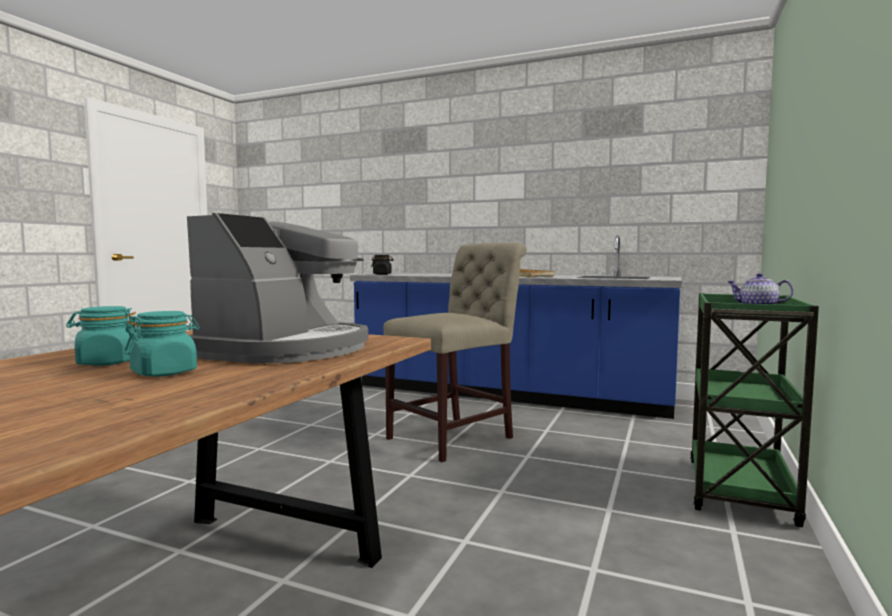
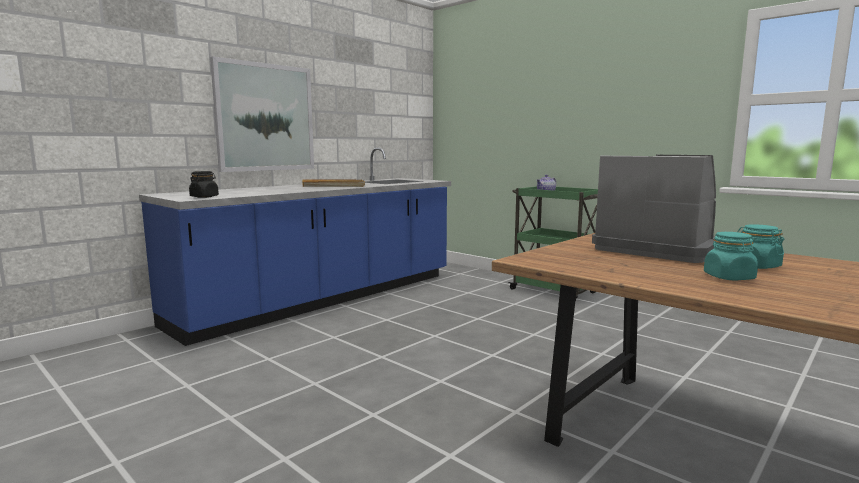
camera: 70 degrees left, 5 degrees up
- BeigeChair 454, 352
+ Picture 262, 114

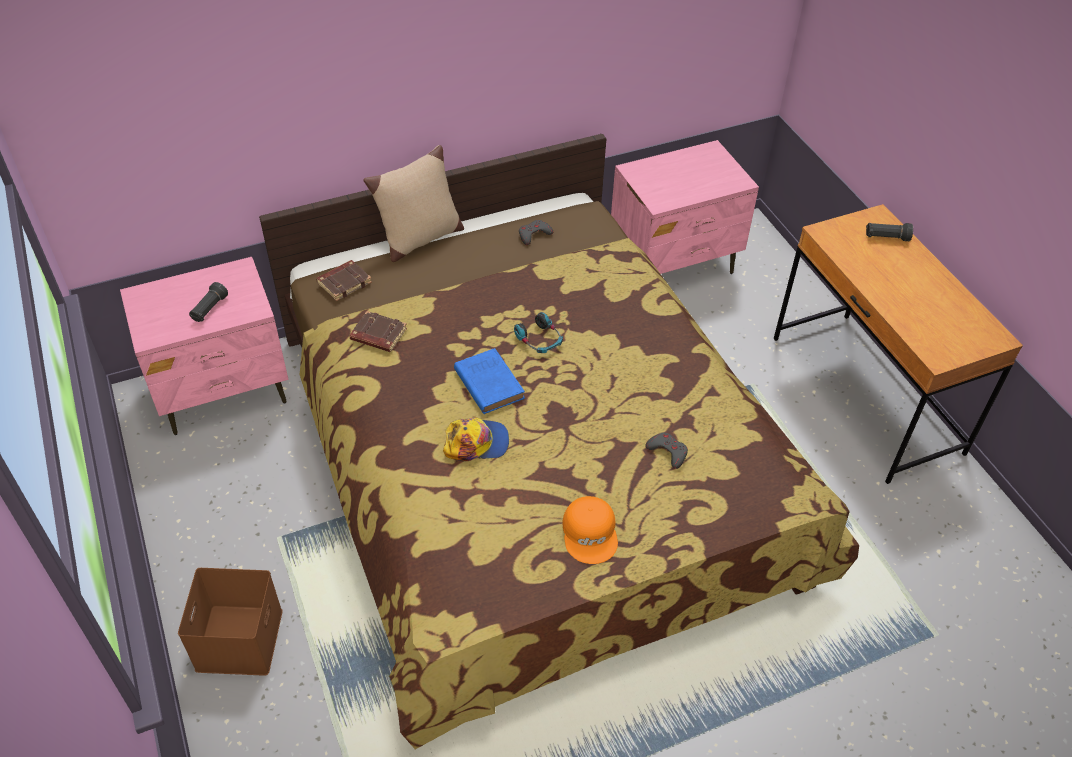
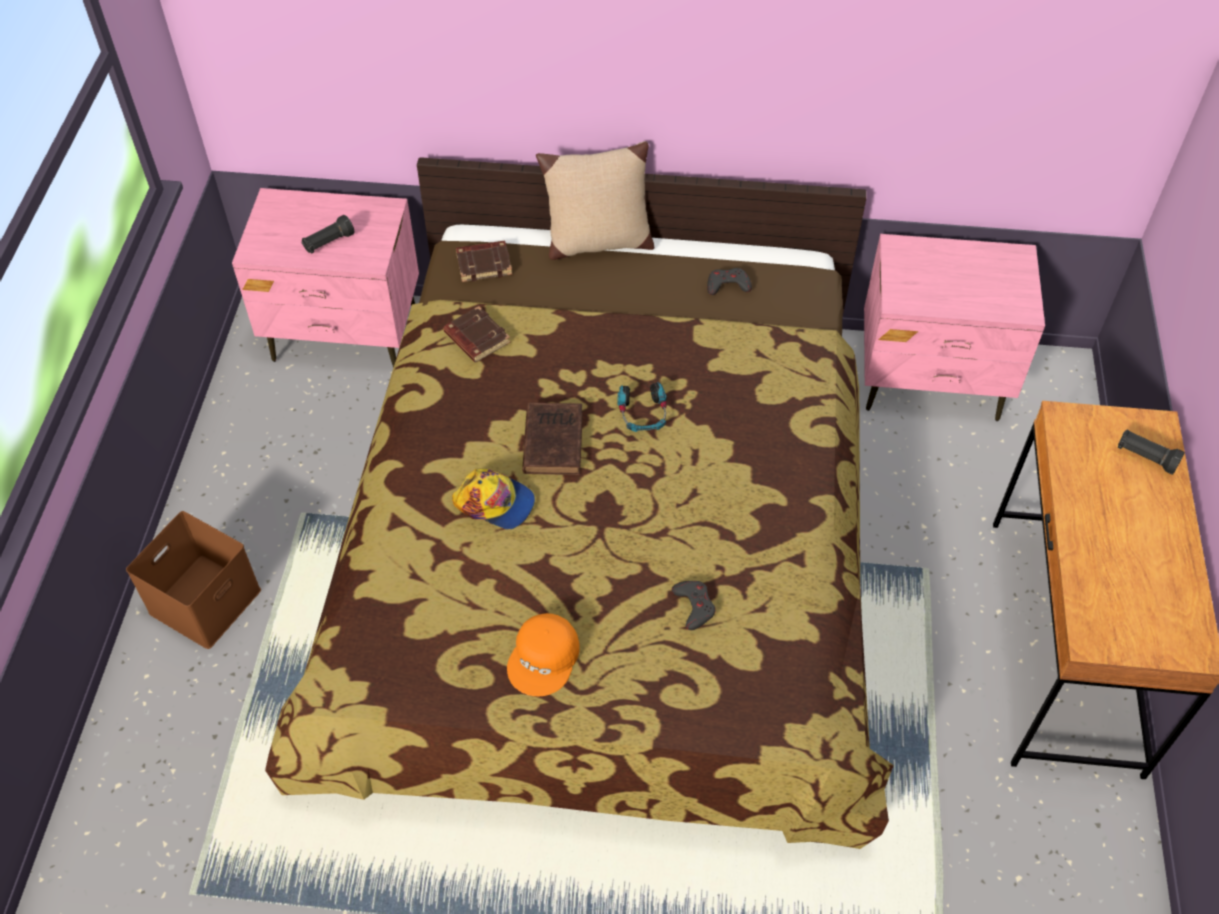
camera: 30 degrees right, 5 degrees up
~ BlueBook 489, 381 to BrownBook 552, 439

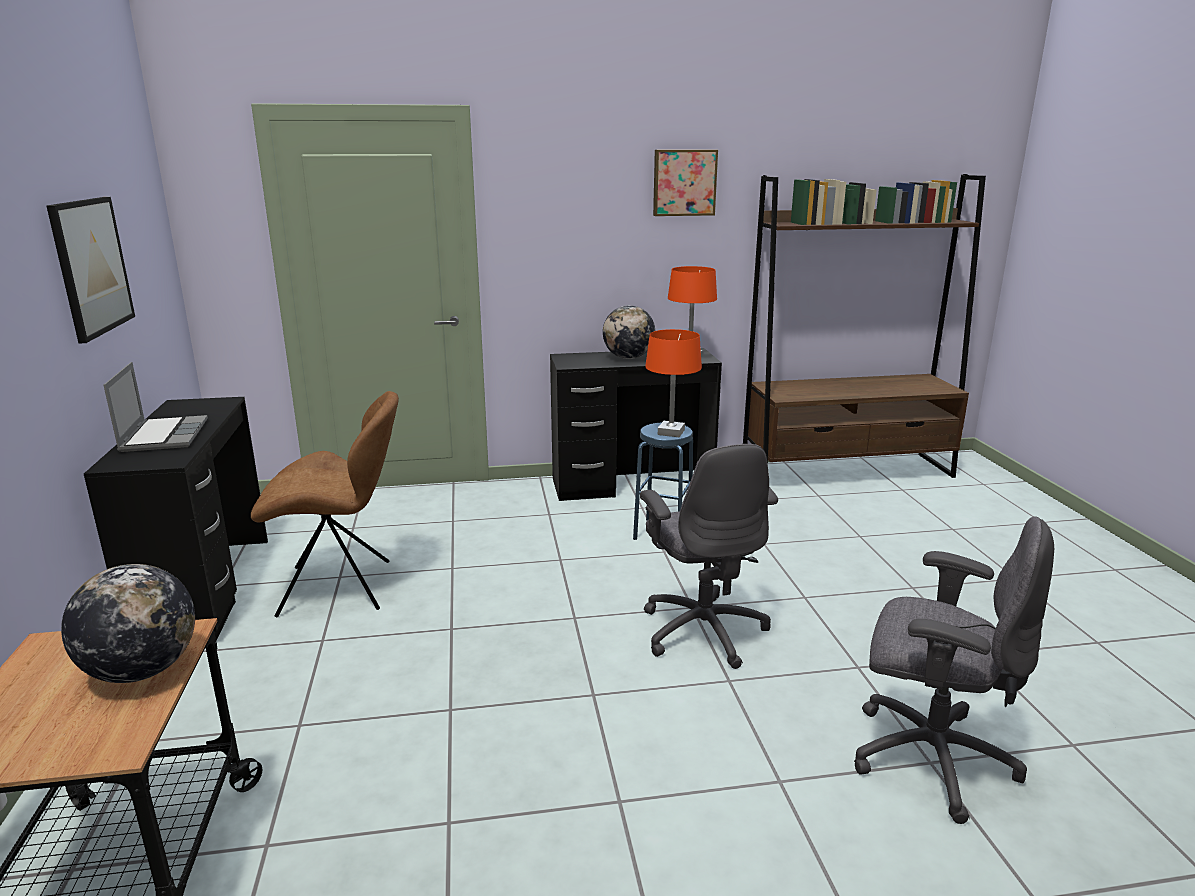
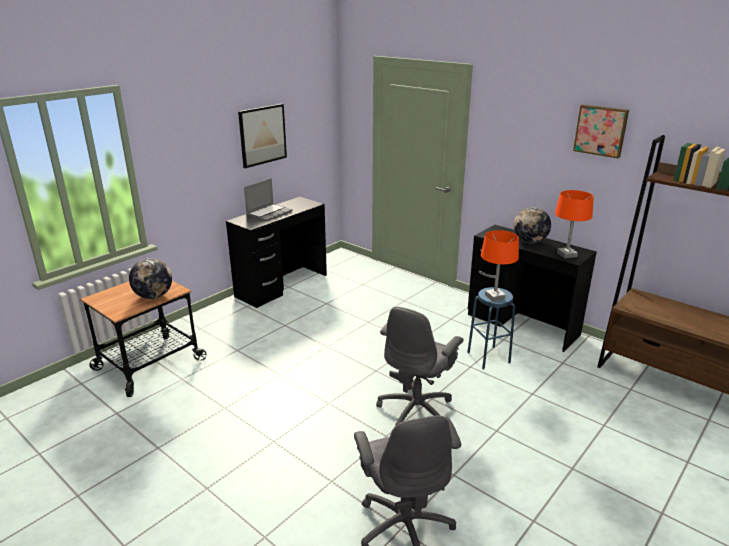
camera: 50 degrees right, 5 degrees up
- BrownChair 325, 504

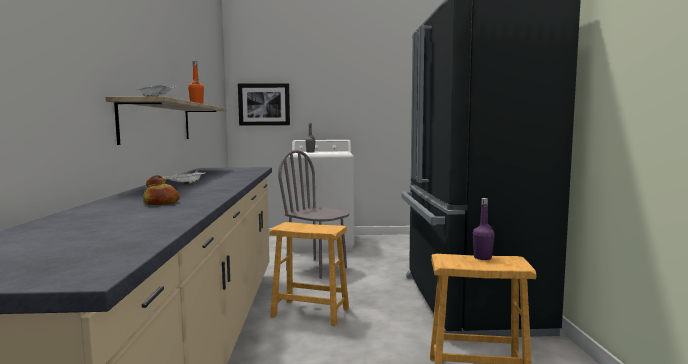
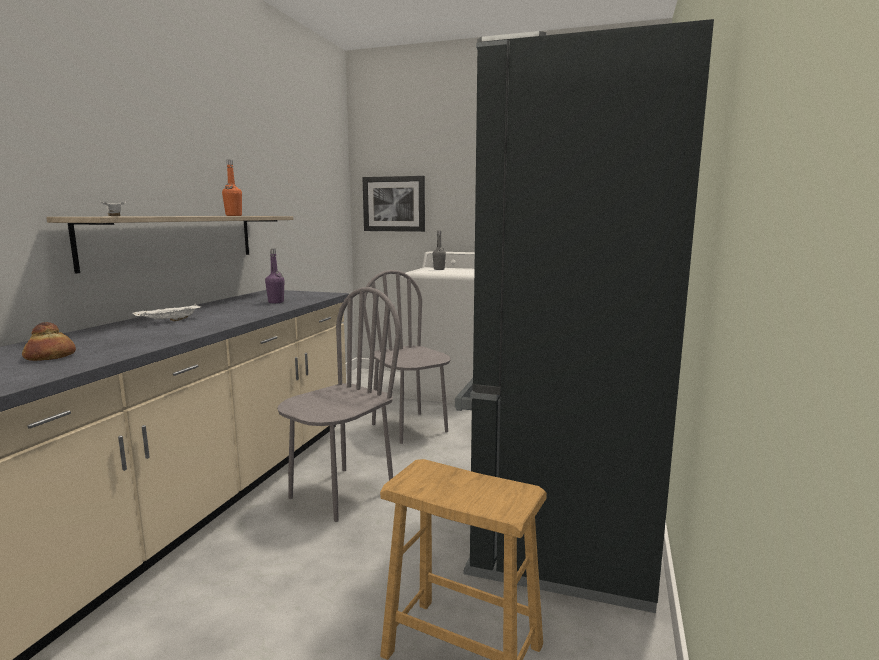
camera: 20 degrees right, 5 degrees up
~ PurpleBottle 484, 229 to 274, 276
~ BrownStool 309, 274 to GreyChair 339, 404

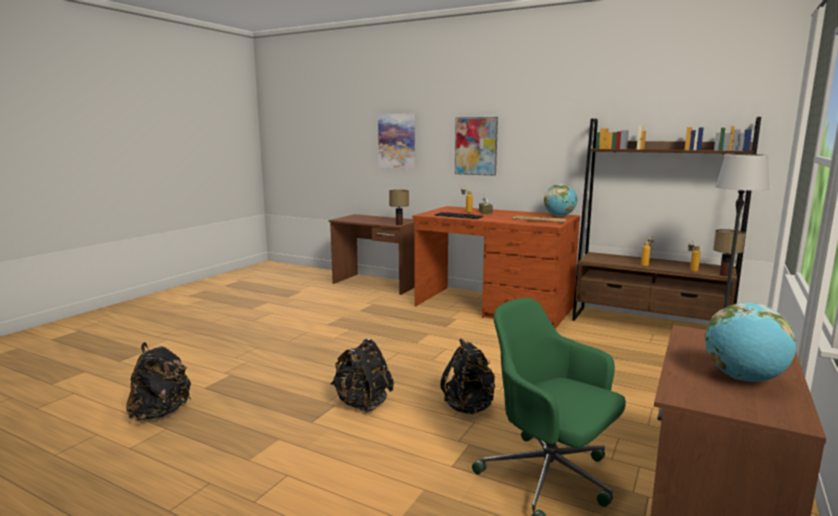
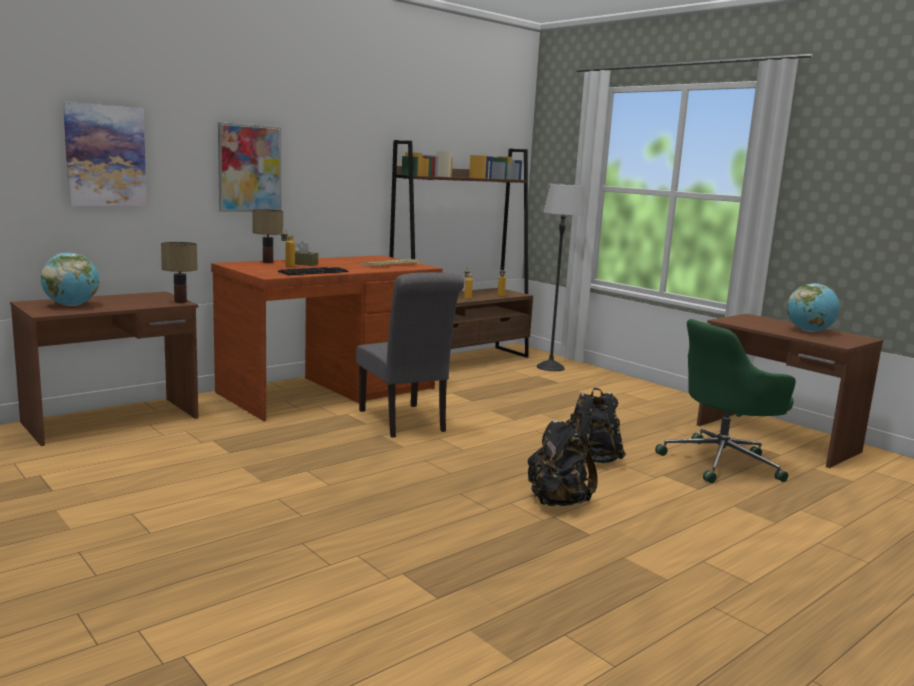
camera: 70 degrees left, 0 degrees up
~ Globe 560, 199 to 70, 279
~ TableLamp 729, 252 to 267, 236
- BlackBackpack 158, 381
+ GreyChair 410, 355

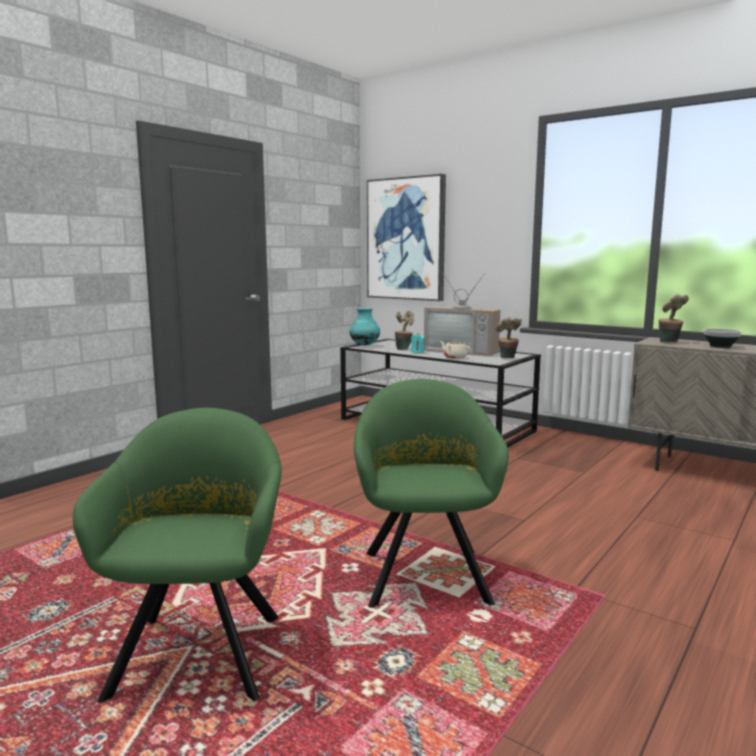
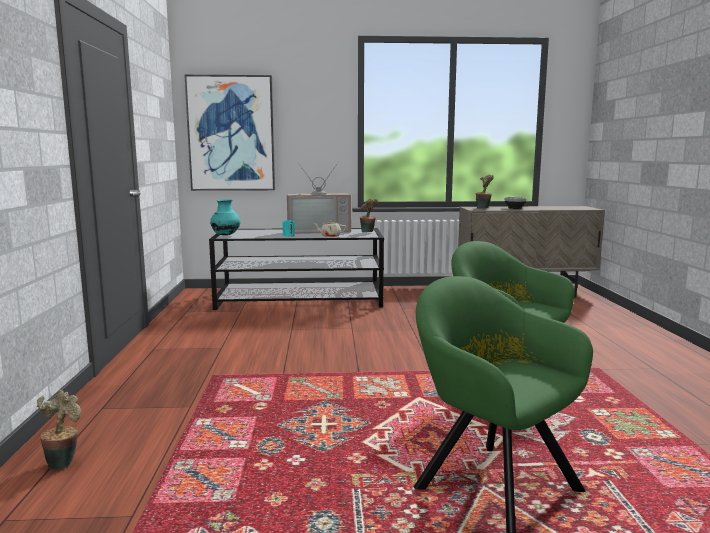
camera: 40 degrees left, 0 degrees up
~ PottedPlant 404, 330 to 59, 430

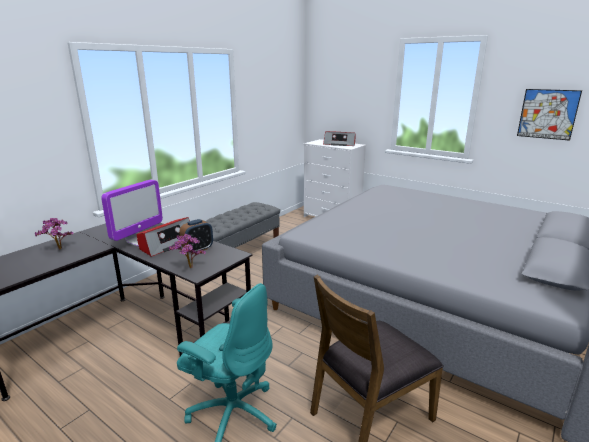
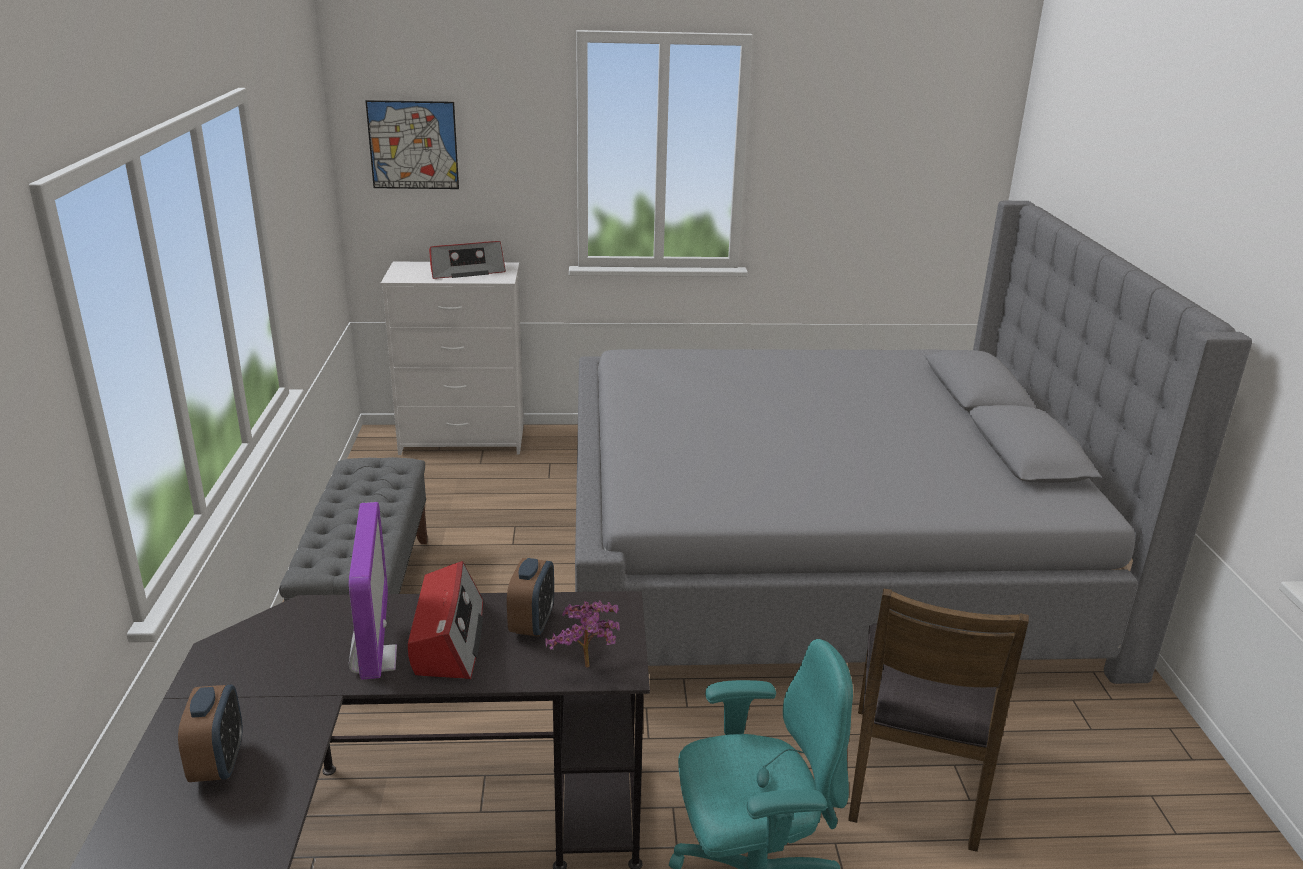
camera: 40 degrees left, 5 degrees up
~ Picture 549, 115 to 412, 144
~ PottedPlant 54, 234 to AlarmClock 210, 733

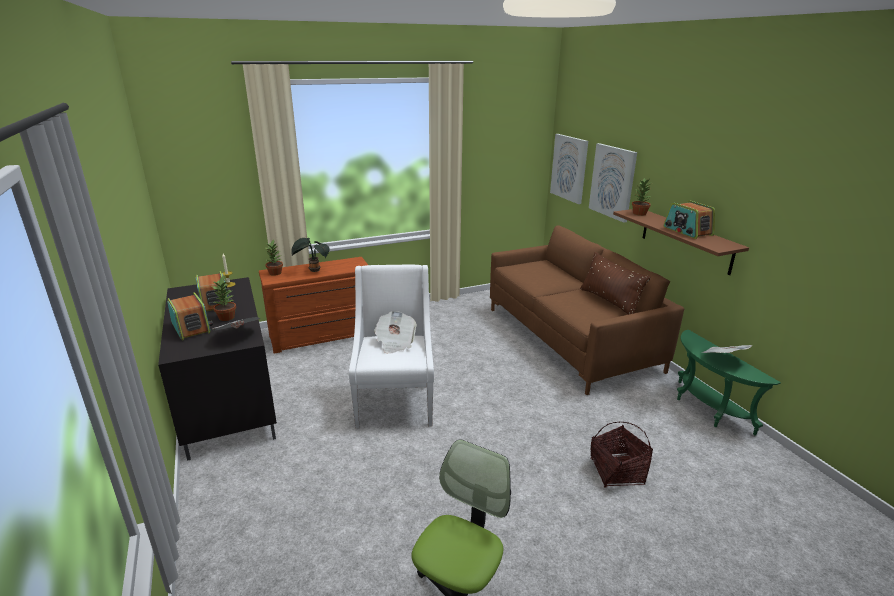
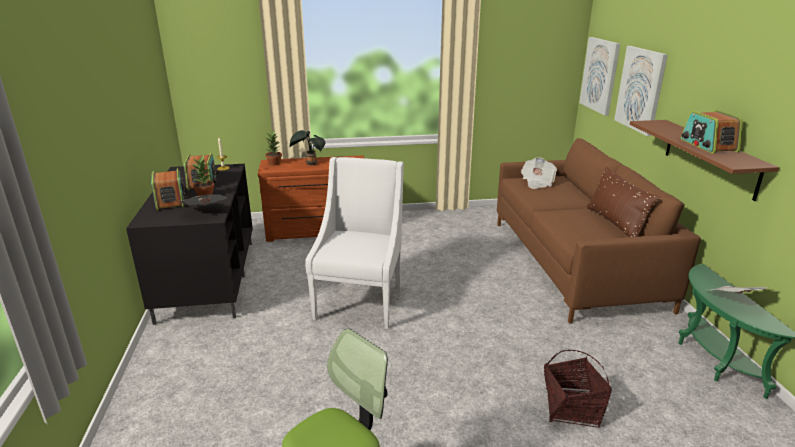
camera: 15 degrees right, 0 degrees up
- PottedPlant 643, 197
~ Newspaper 395, 332 to 539, 173

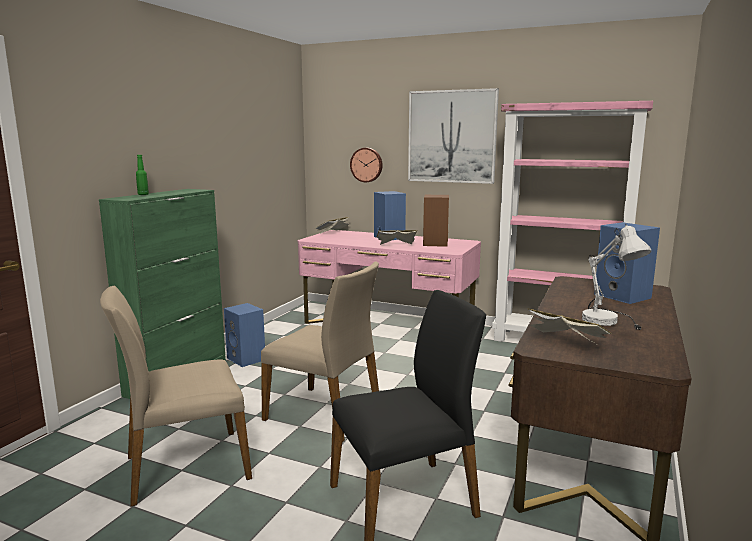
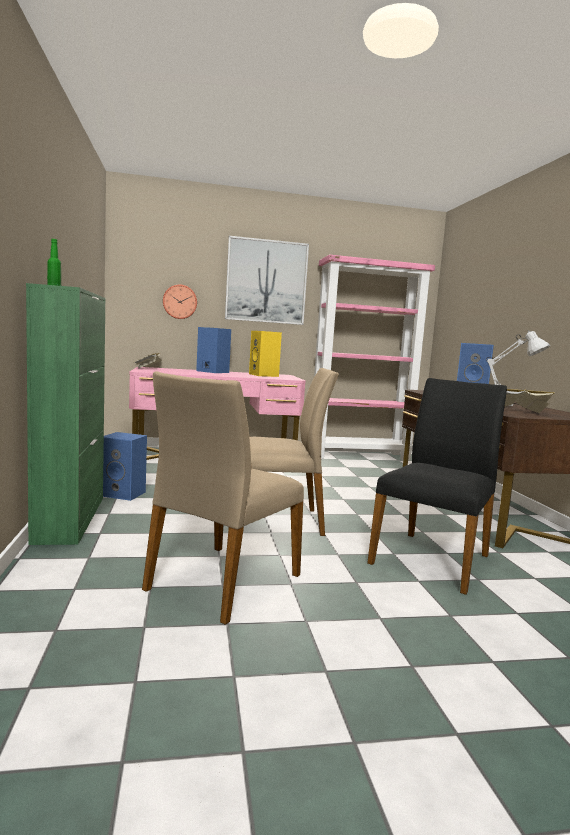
camera: 35 degrees left, 5 degrees down
~ BrownSpeaker 436, 221 to YellowSpeaker 265, 354
- Book 397, 237

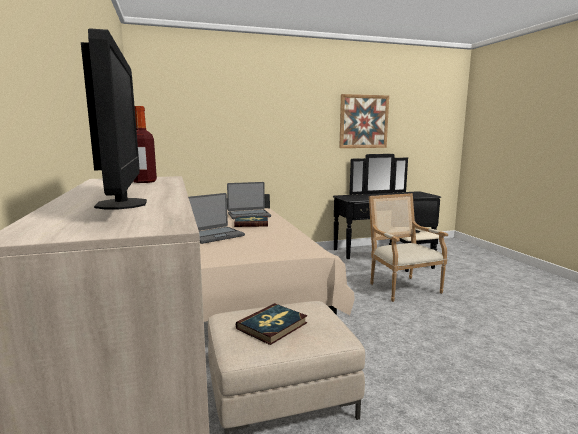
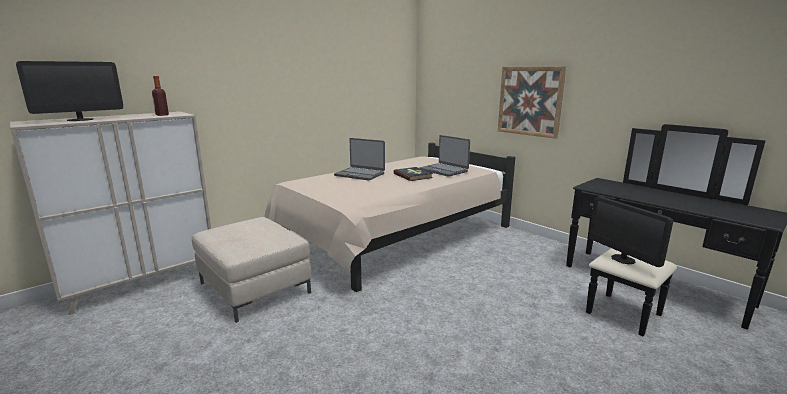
camera: 65 degrees right, 5 degrees up
~ Picture 364, 121 to 532, 102
- Armchair 408, 247
- Book 271, 324

